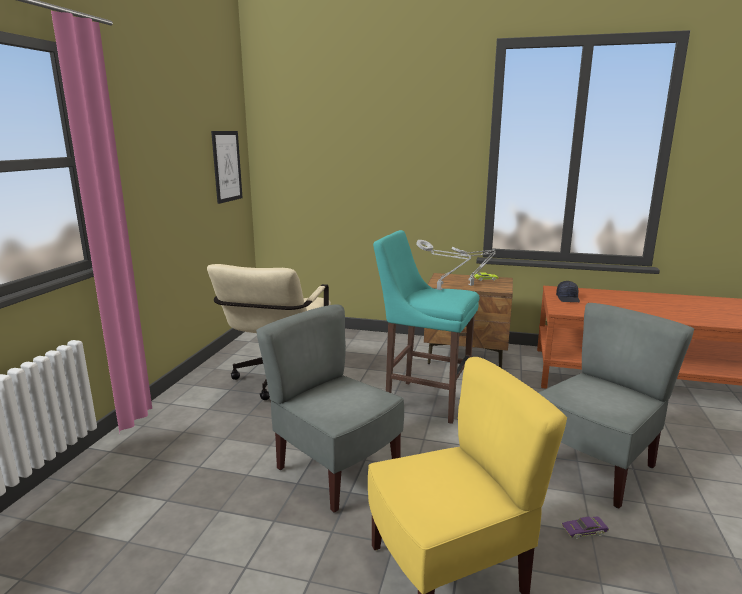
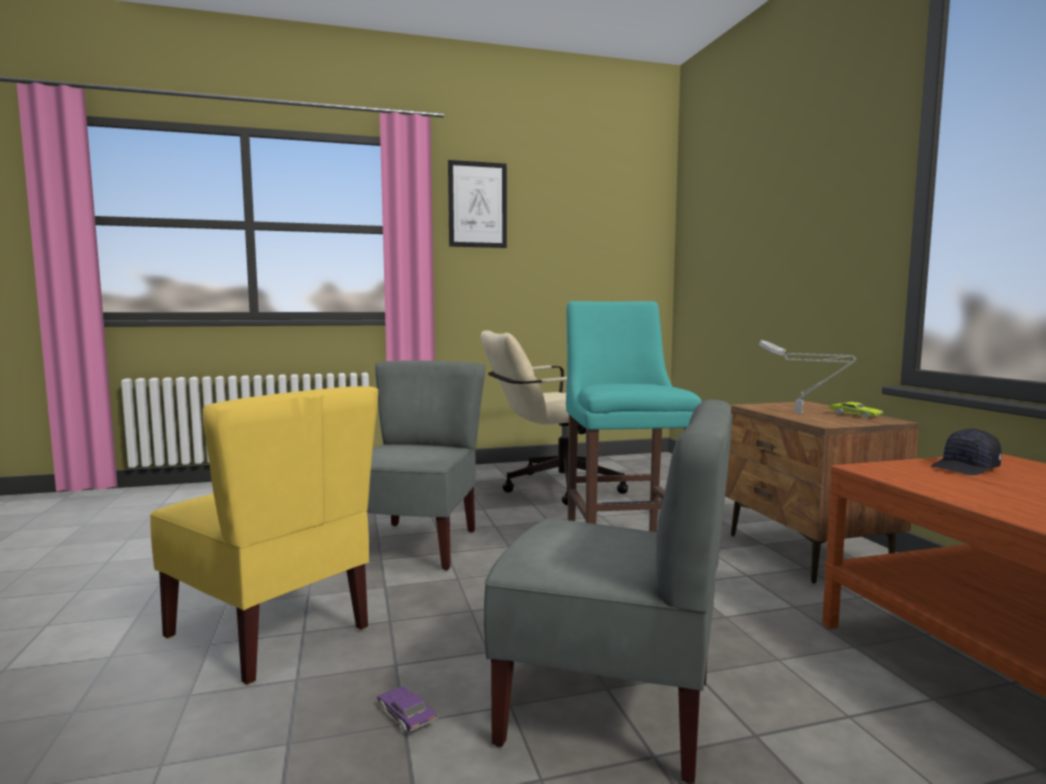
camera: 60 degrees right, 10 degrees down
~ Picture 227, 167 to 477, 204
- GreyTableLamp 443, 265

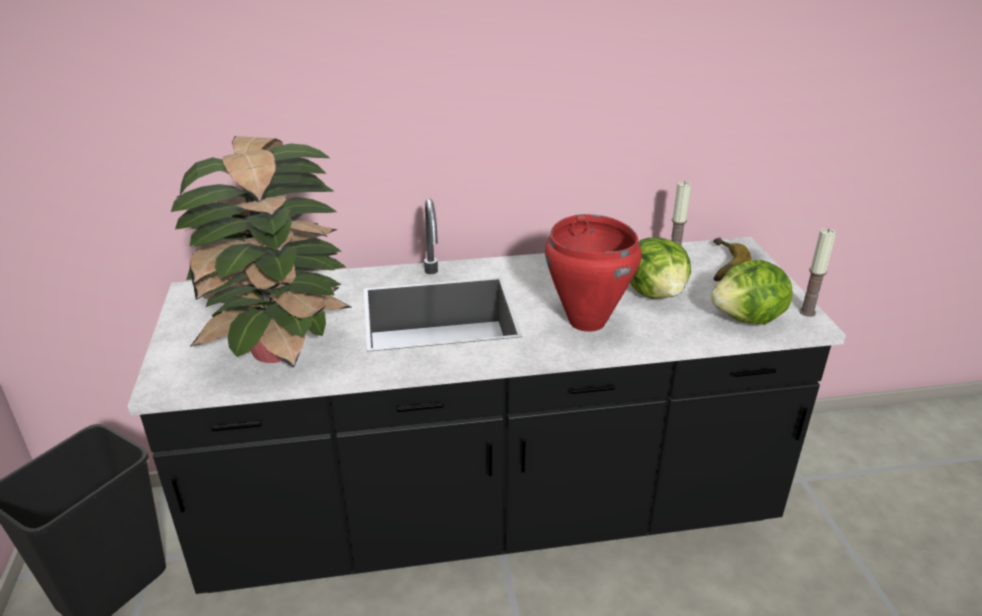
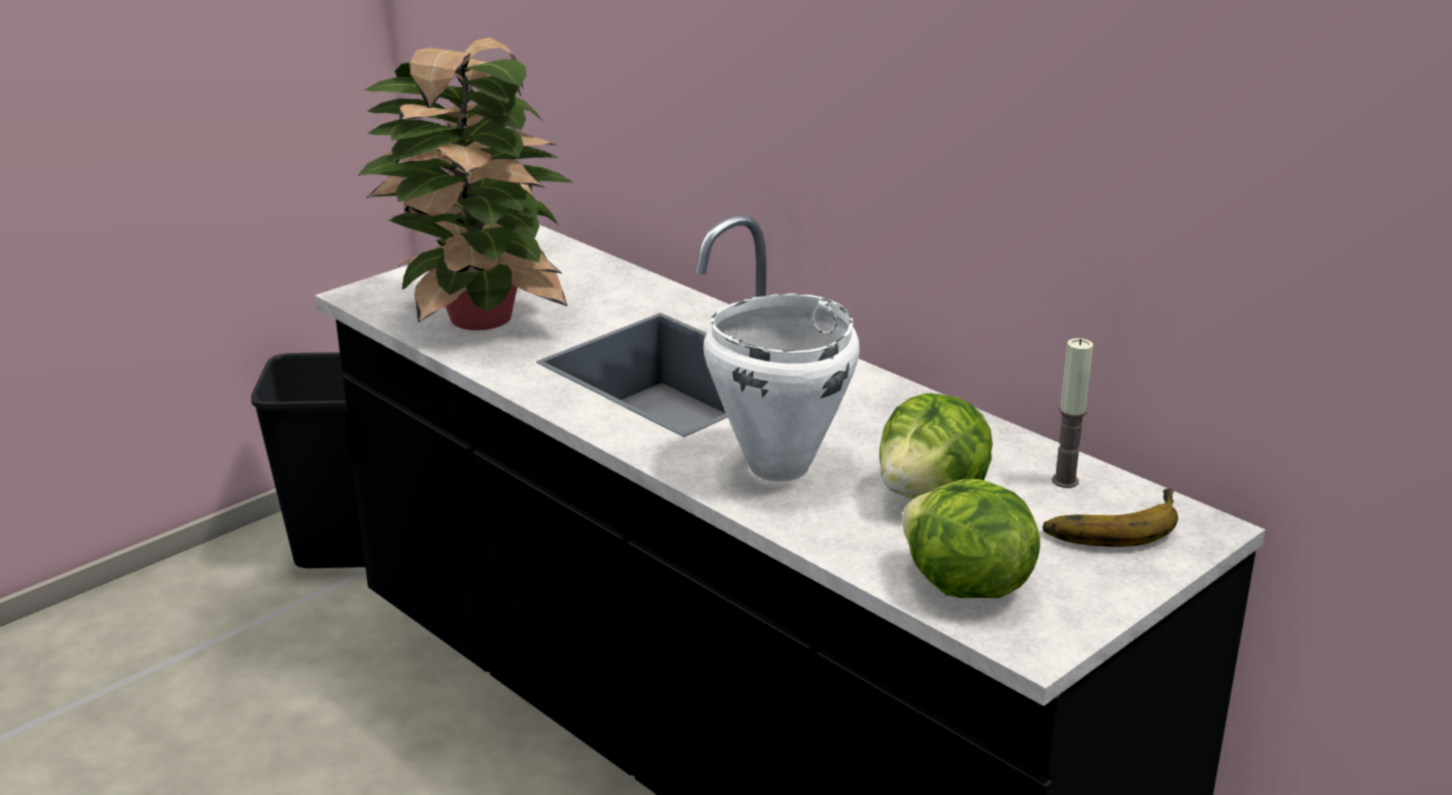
camera: 55 degrees right, 5 degrees down
~ RedCookingPot 593, 273 to WhiteCookingPot 781, 388
- Candle 817, 272

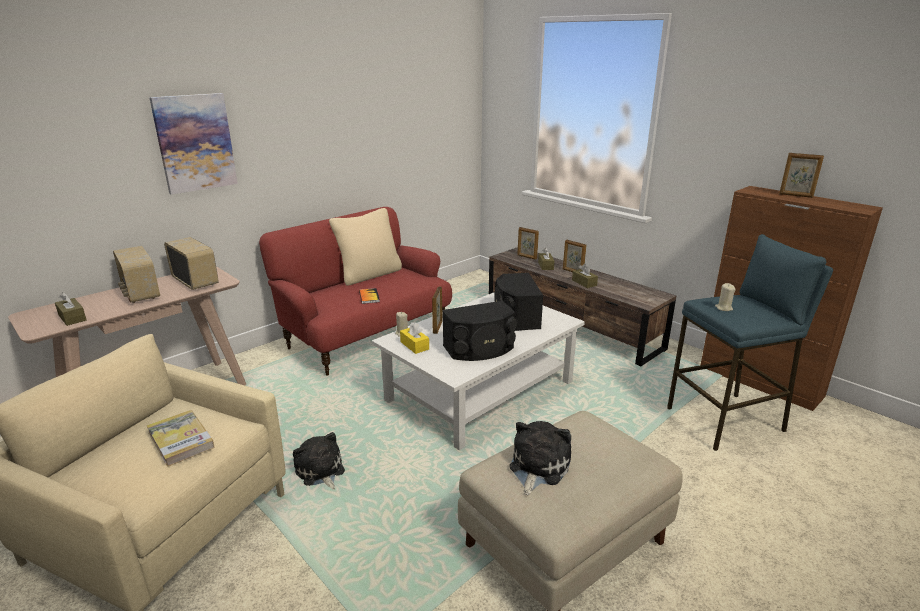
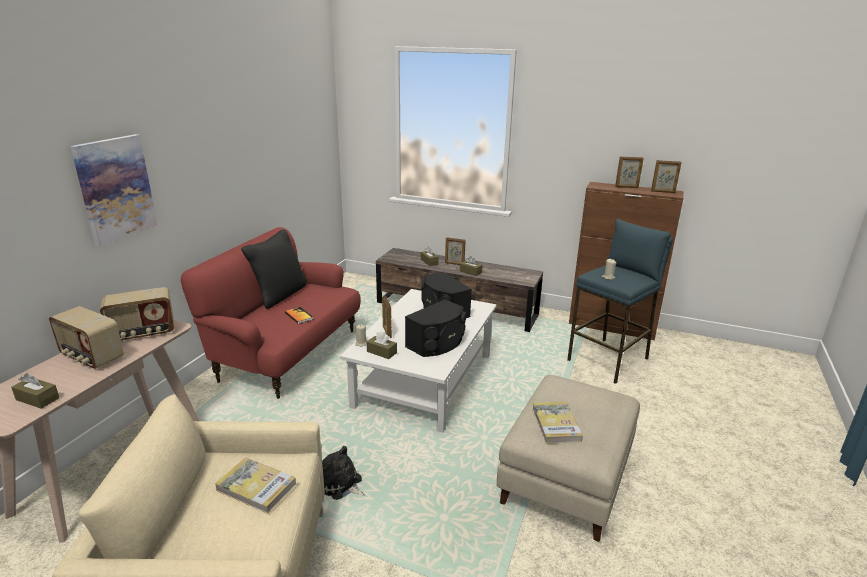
camera: 25 degrees left, 0 degrees up
~ BeigePillow 365, 247 to BlackPillow 274, 269
~ PictureFrame 528, 243 to 666, 176
~ Radio 191, 263 = 137, 314 135 degrees clockwise
~ YellowTissueBox 414, 338 to BrownTissueBox 382, 345
~ PlushToy 540, 458 to Book 557, 422

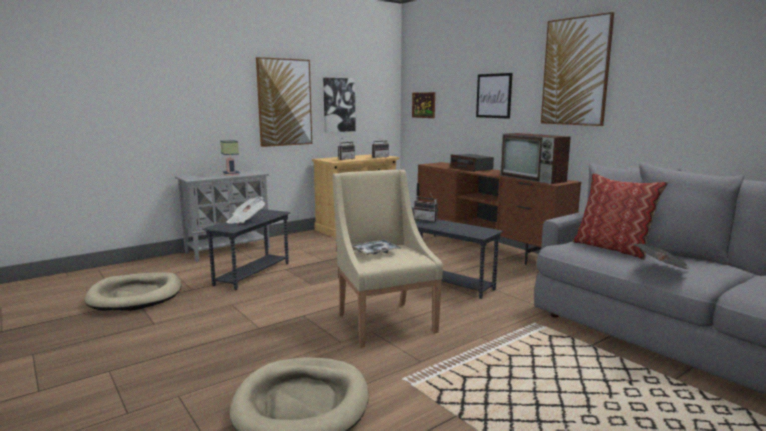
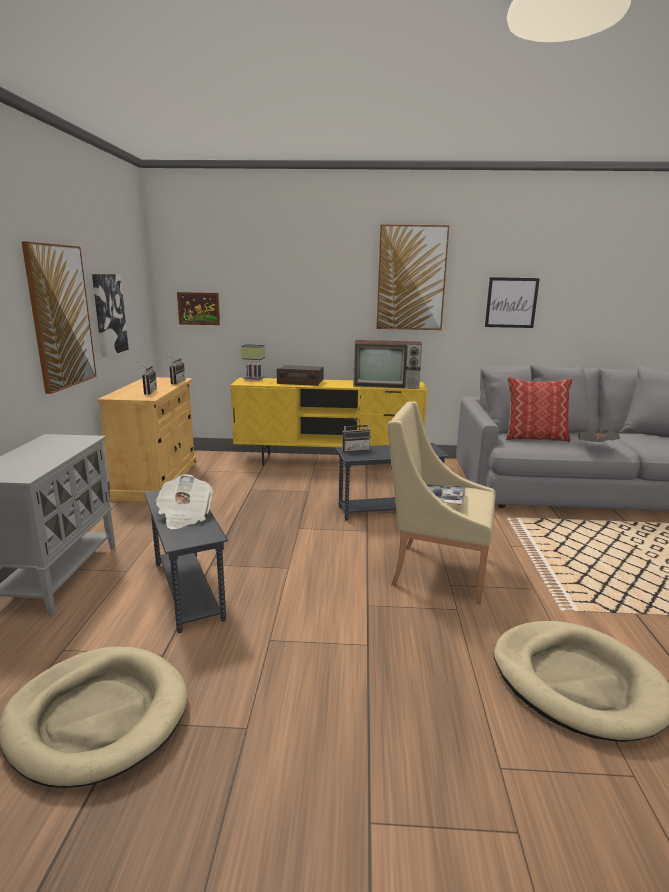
camera: 50 degrees left, 5 degrees up
~ Picture 494, 96 to 512, 302
~ TableLamp 230, 158 to 253, 362
~ BrownTvStand 499, 213 to YellowTvStand 329, 424

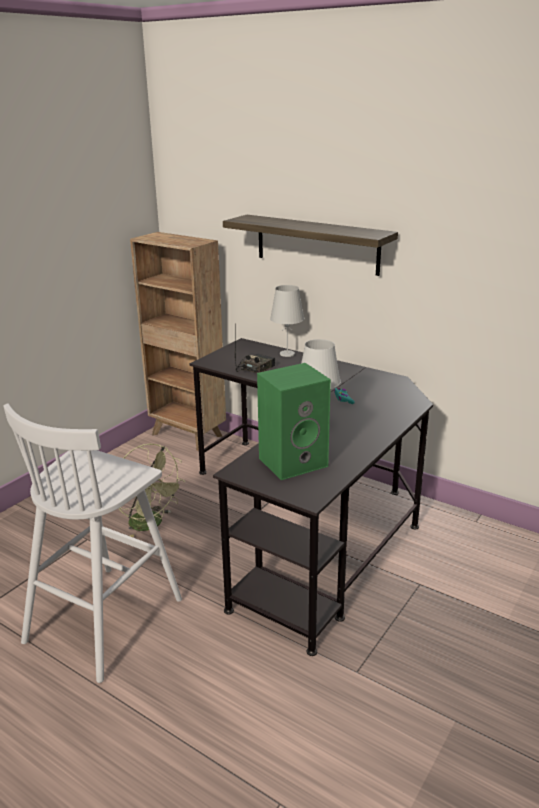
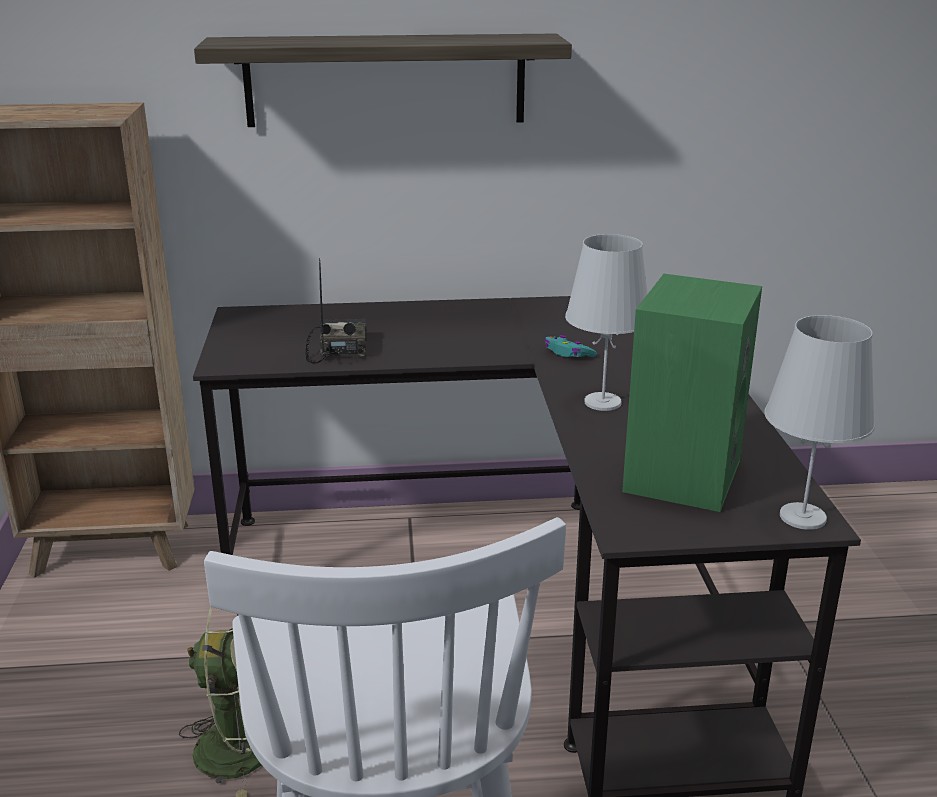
camera: 40 degrees left, 0 degrees up
~ WhiteTableLamp 287, 321 to 819, 422

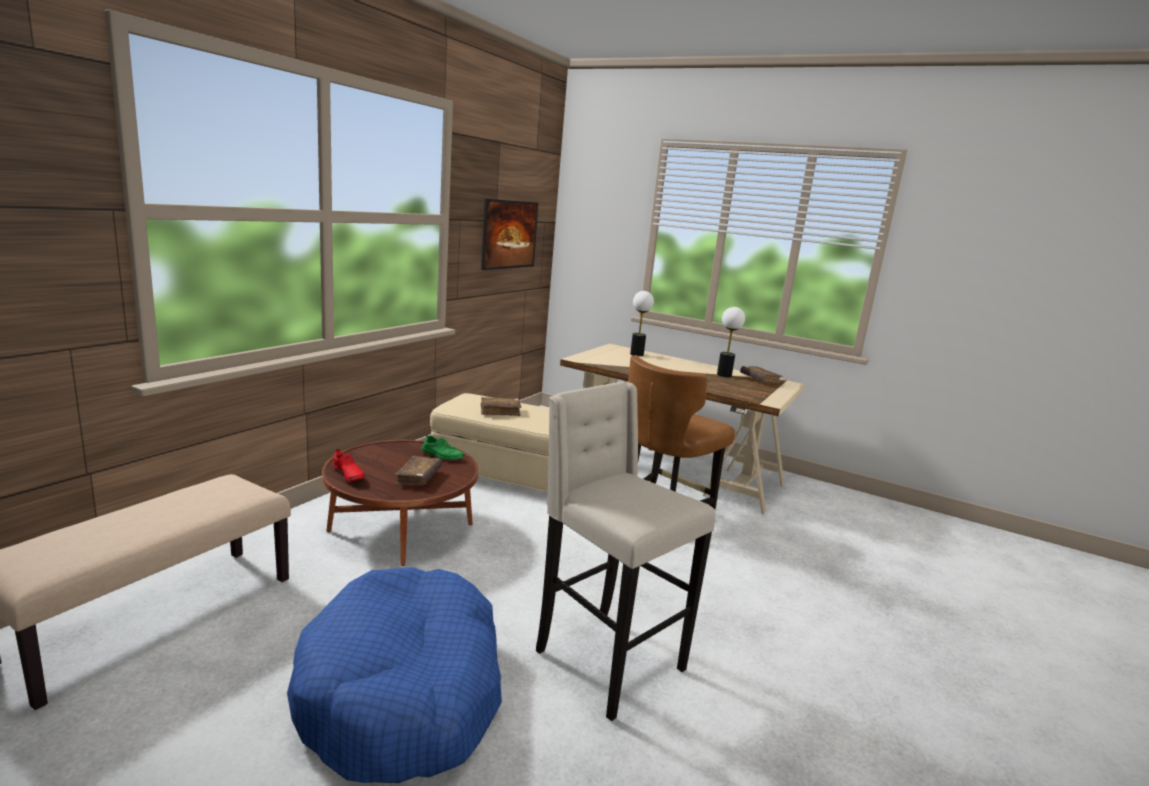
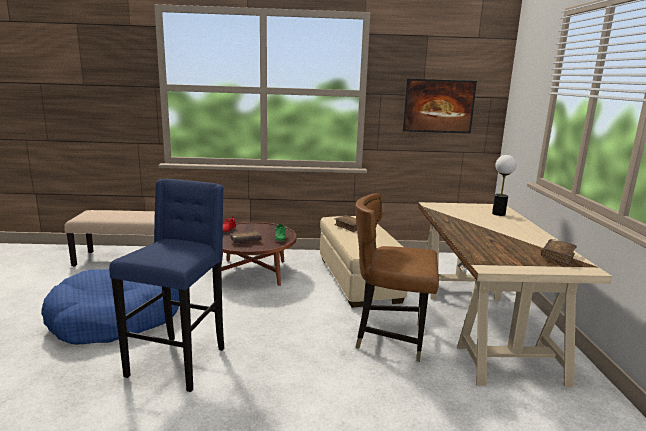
camera: 60 degrees right, 0 degrees up
- TableLamp 731, 342
~ BeigeStool 626, 551 to BlueStool 166, 285

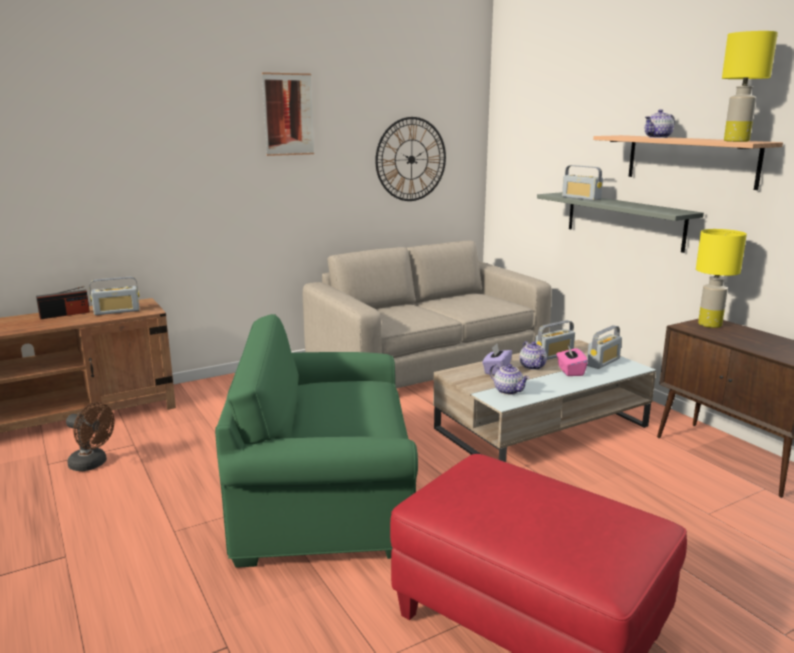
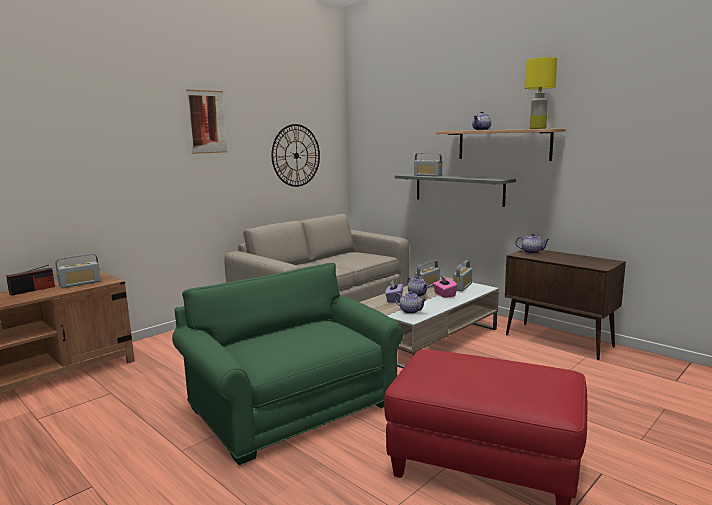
camera: 15 degrees left, 5 degrees down
~ YellowTableLamp 721, 278 to Teapot 532, 244
~ GreenArmchair 316, 441 = 288, 364 75 degrees clockwise
- BrownFan 90, 436

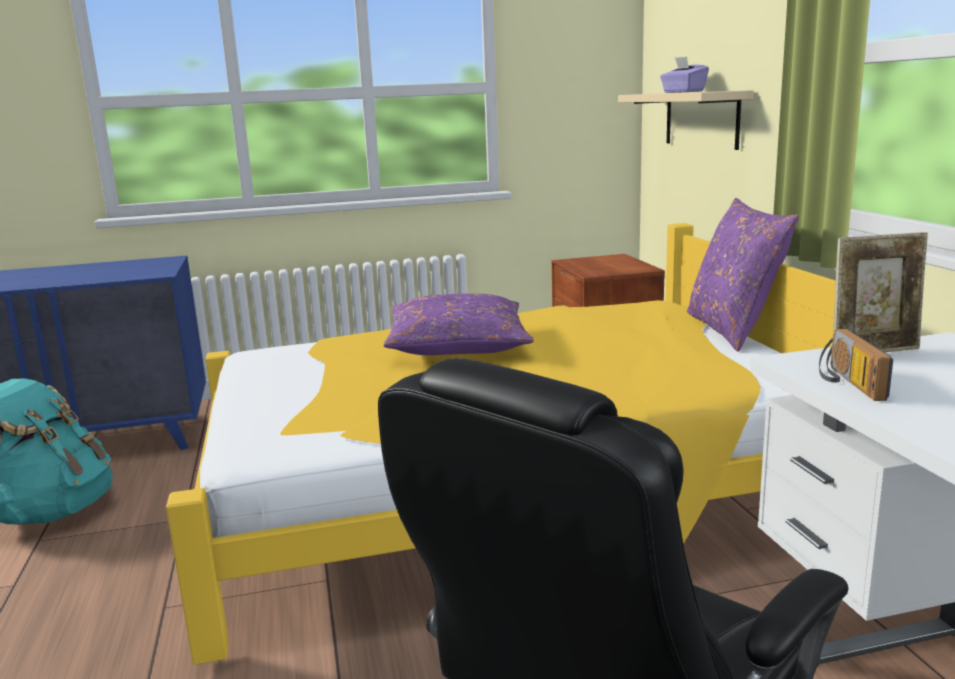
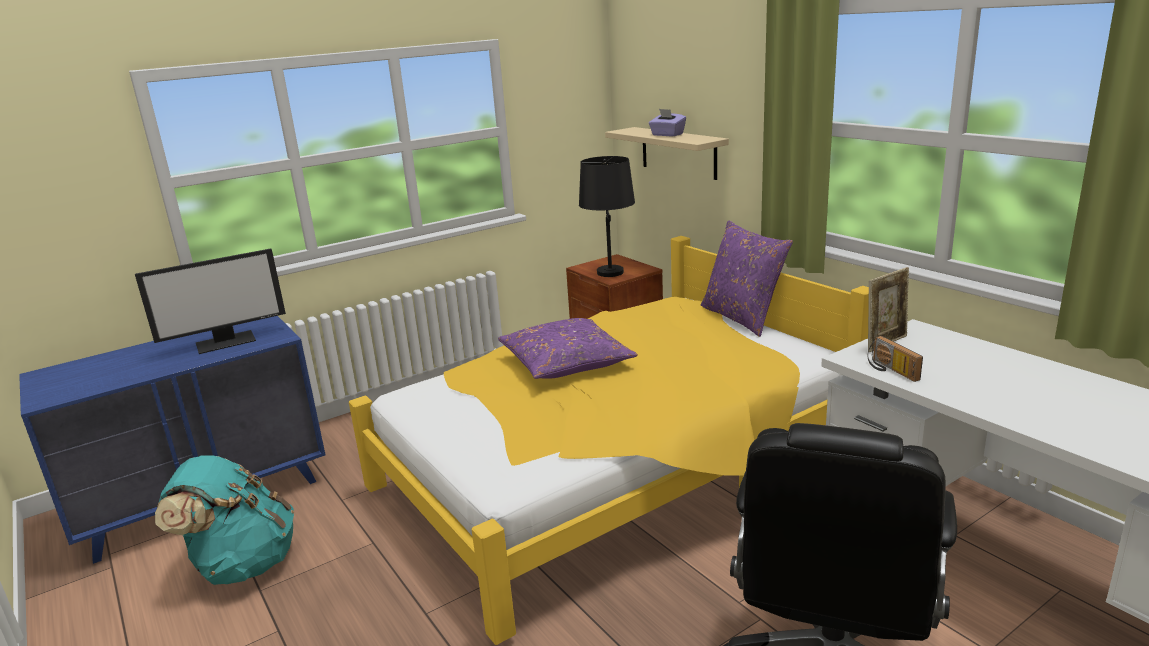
camera: 20 degrees left, 5 degrees up
+ BlackTableLamp 607, 216
+ Monitor 210, 301

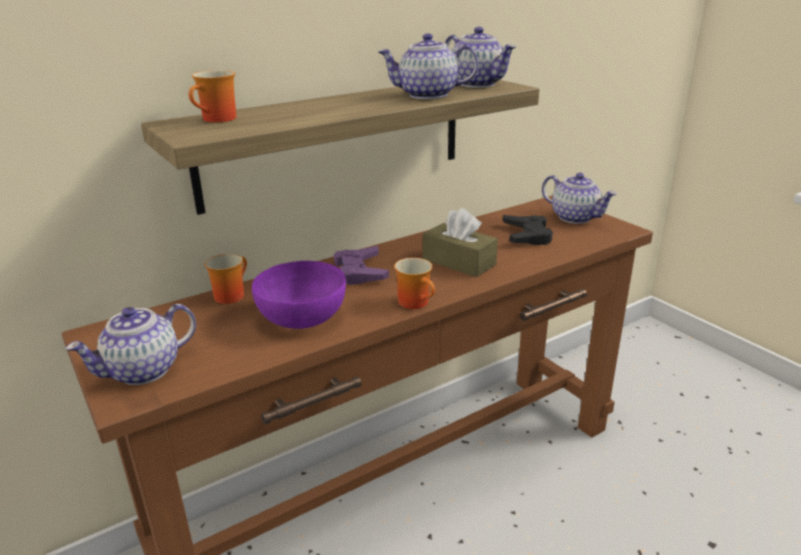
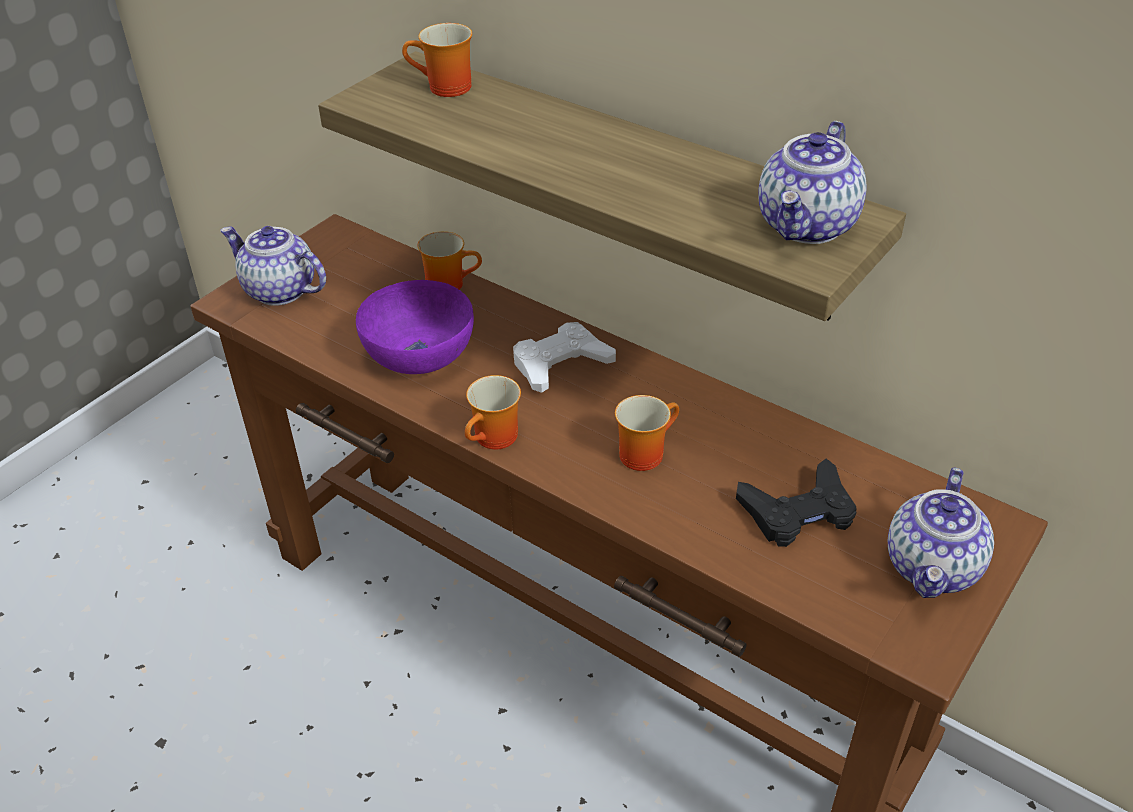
camera: 70 degrees right, 15 degrees up
- Teapot 428, 66
~ BrownTissueBox 460, 242 to Mug 647, 433
~ PurpleGameController 361, 265 to WhiteGameController 564, 357

